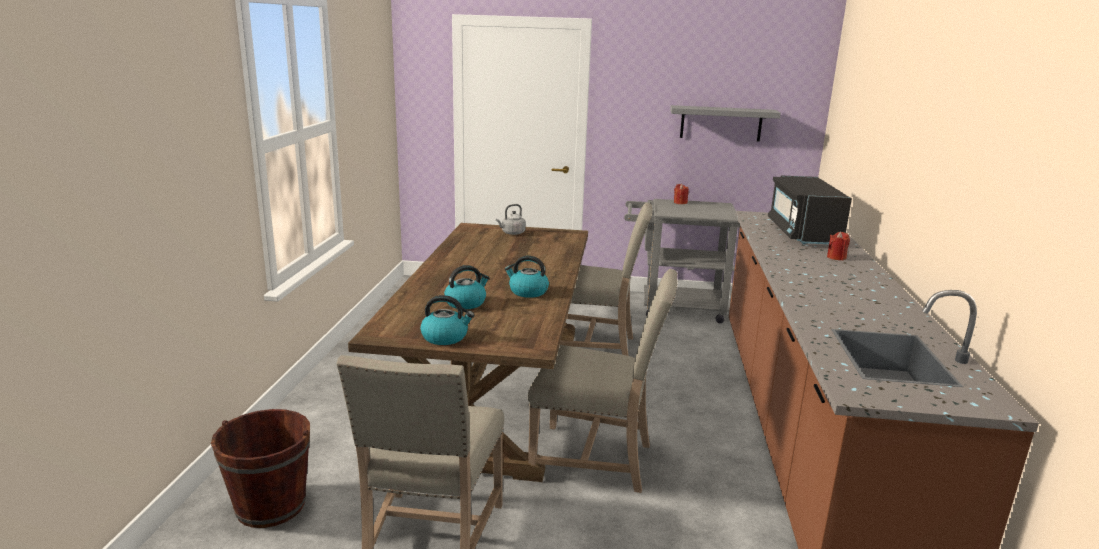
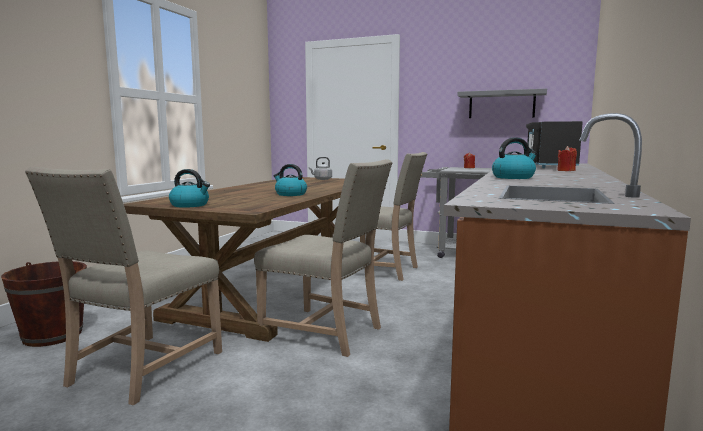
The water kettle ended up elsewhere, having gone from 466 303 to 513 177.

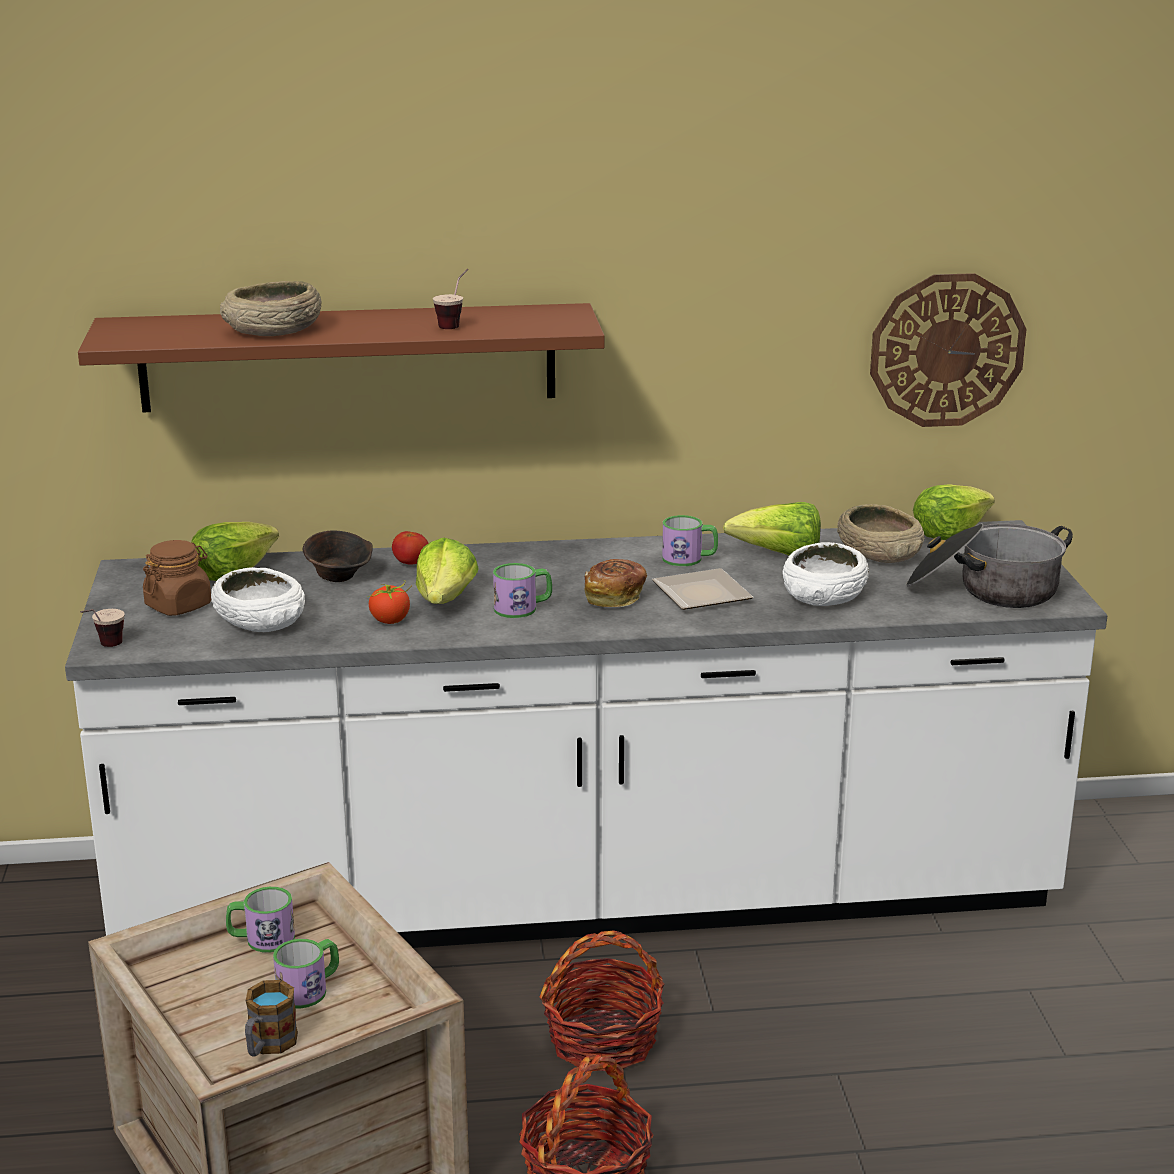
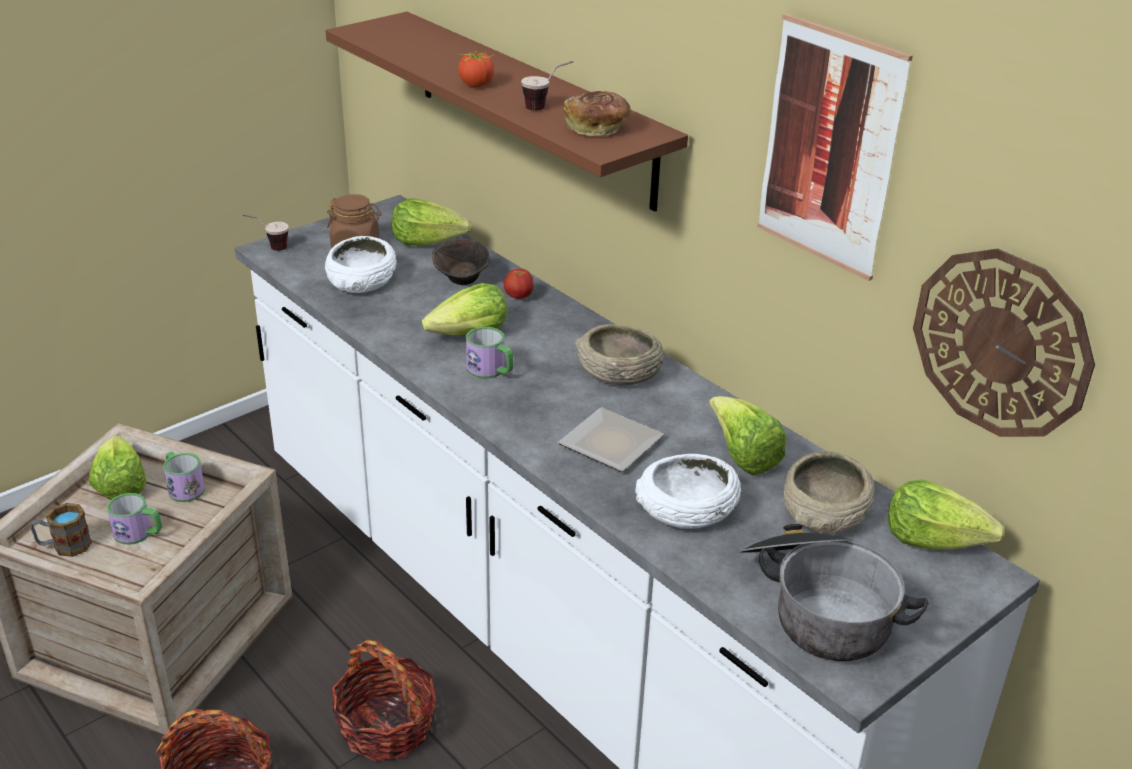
The second view gained the lettuce at 120 485. The whole tomato ended up elsewhere, having gone from 390 620 to 477 84. The baked bread ended up elsewhere, having gone from 615 598 to 597 128. The beige deep dish ended up elsewhere, having gone from 274 330 to 618 372. The second view gained the picture at 829 148. The second view lost the coffee mug at 689 559.

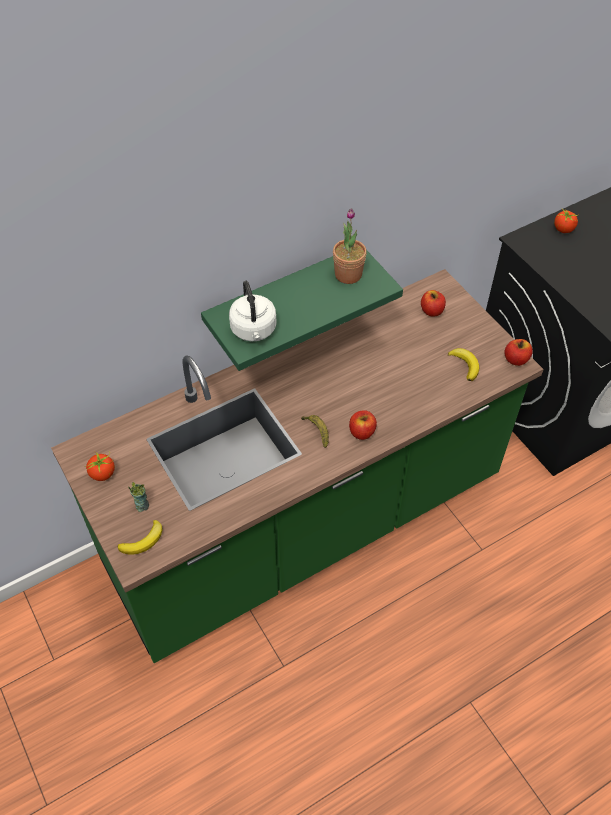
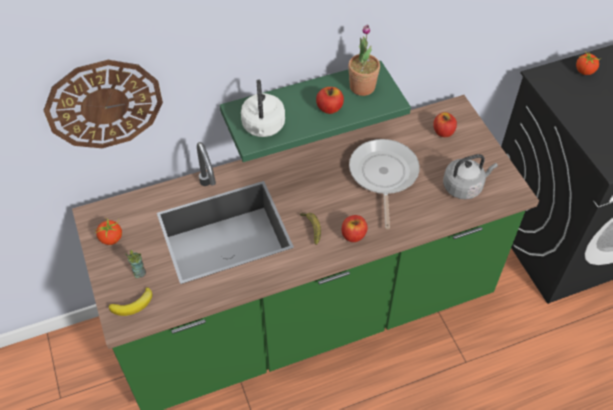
The second view gained the hanging clock at 104 104. The apple ended up elsewhere, having gone from 516 359 to 329 108. The second view gained the pan at 383 175. Where the banana stood at 465 365, the gray water kettle came to stand at 464 186.

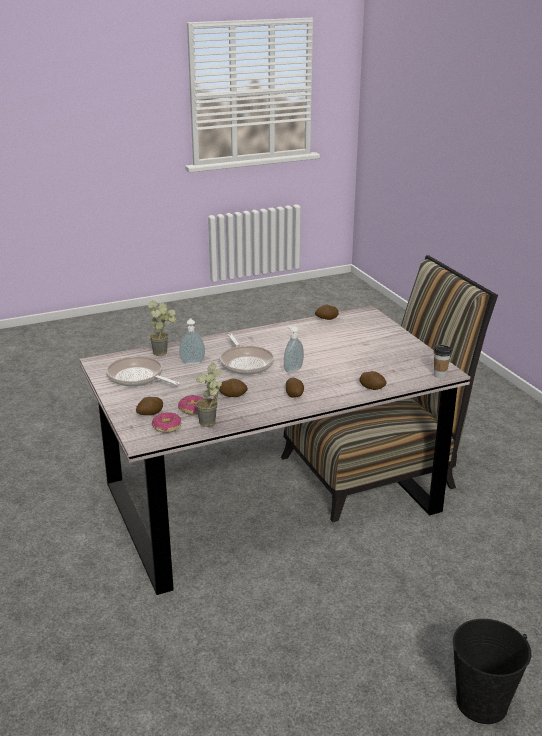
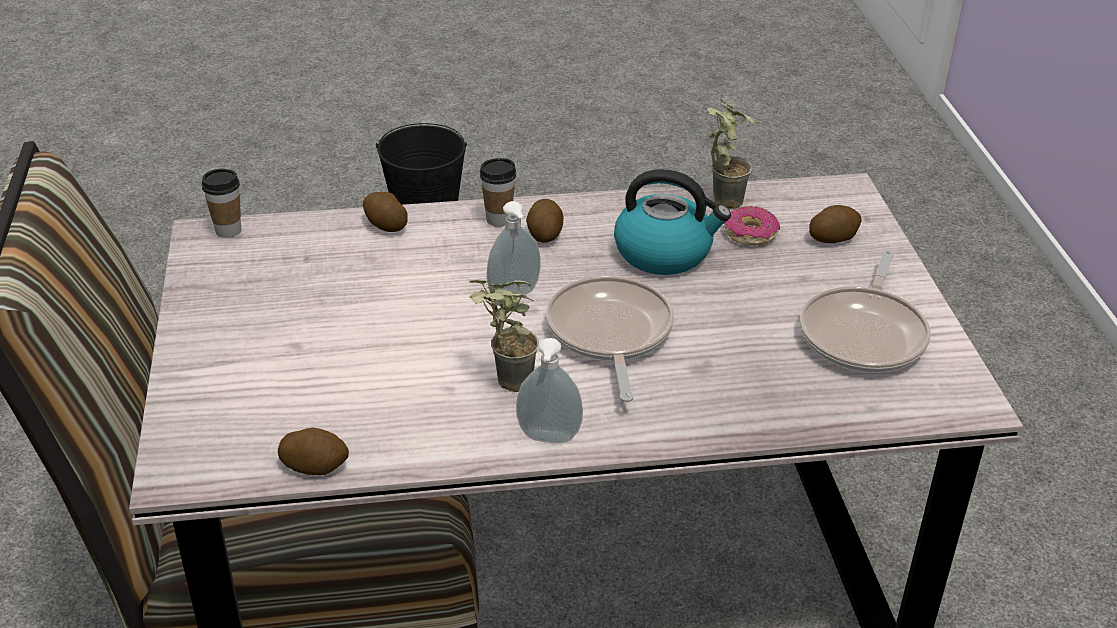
The potted plant ended up elsewhere, having gone from 164 352 to 504 383. The second view gained the cup at 498 219. The soap dispenser ended up elsewhere, having gone from 192 362 to 548 439. Where the potato stood at 233 395, the water kettle came to stand at 664 253. The pan at 138 377 ended up facing another way, 60 degrees clockwise from before. The second view lost the ring doughnut at 167 427.

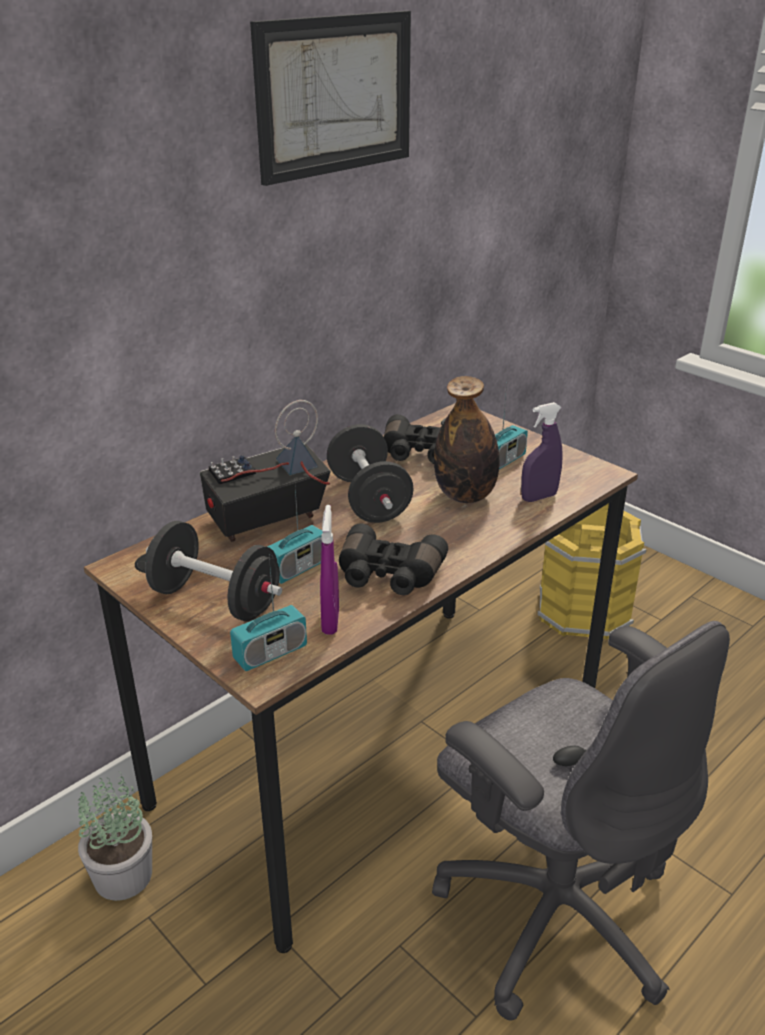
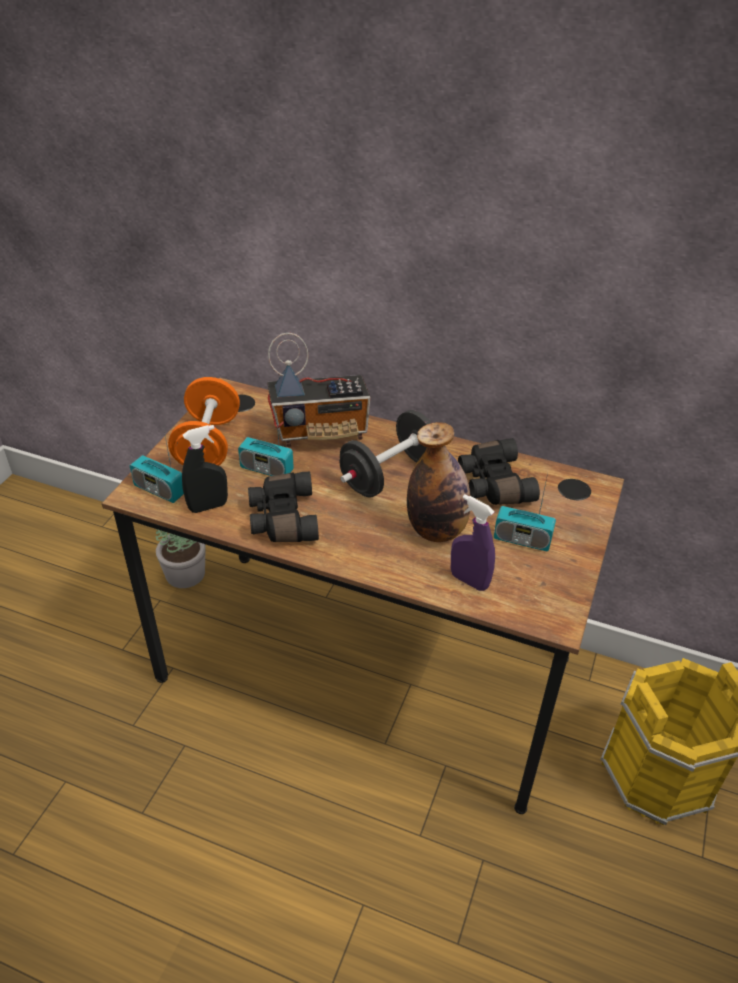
What was the blackish free weight at 215 600 turned into the orange-coloured free weight at 208 445. What was the purple sprayer at 330 621 turned into the blackish sprayer at 208 506. The radio at 265 521 ended up facing another way, 135 degrees clockwise from before. The second view lost the picture at 335 95. The second view lost the gray computer chair at 553 911.

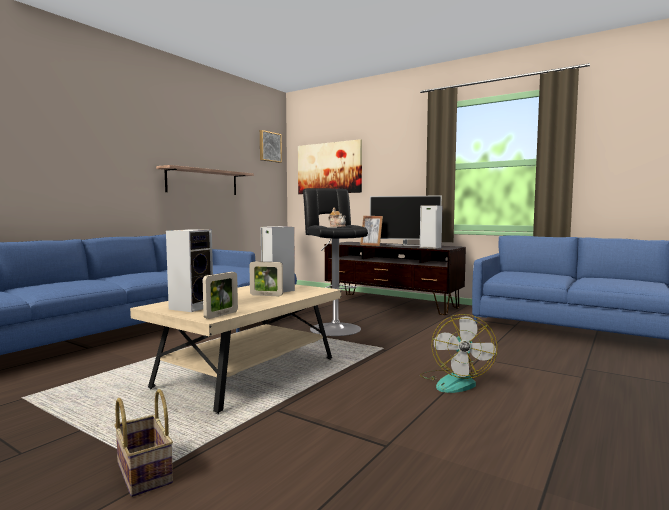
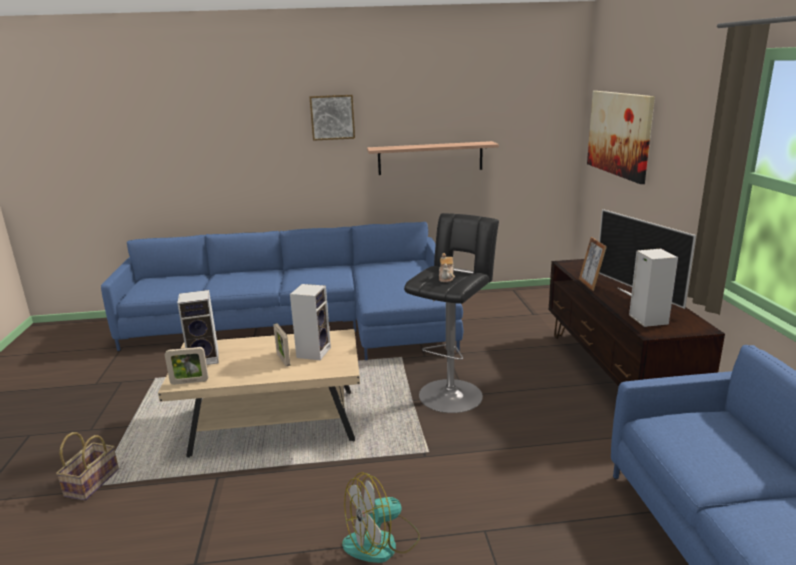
The picture ended up elsewhere, having gone from 269 147 to 332 117.

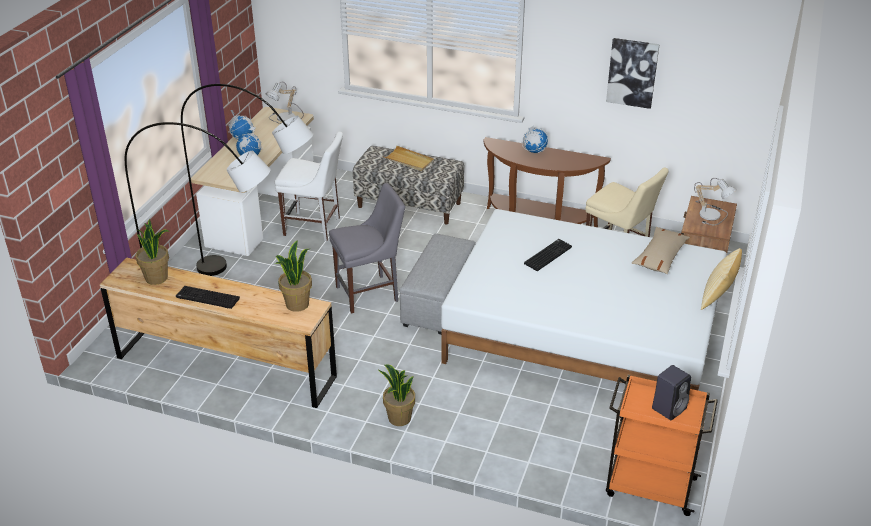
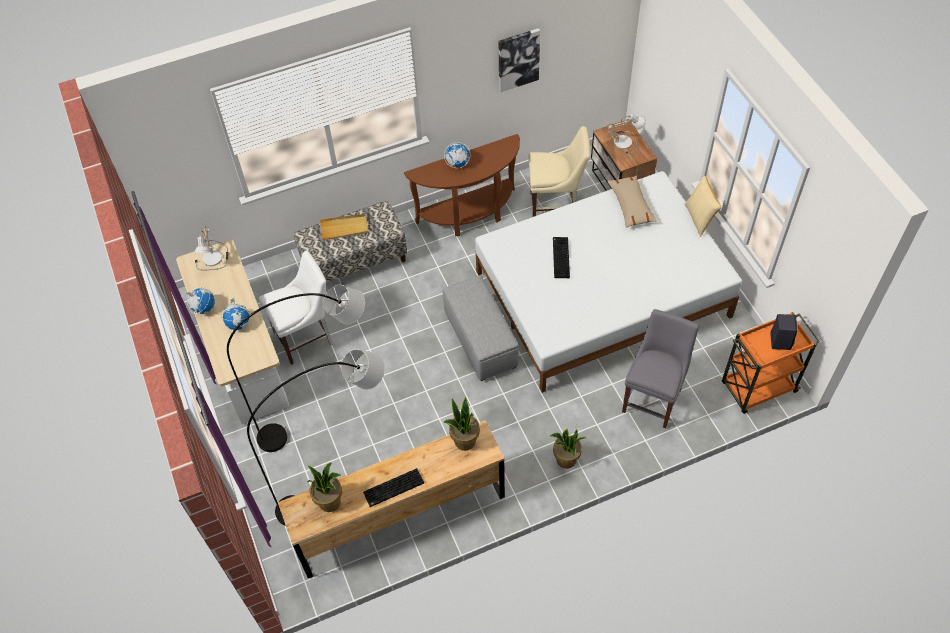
The gray chair ended up elsewhere, having gone from 370 293 to 653 398.

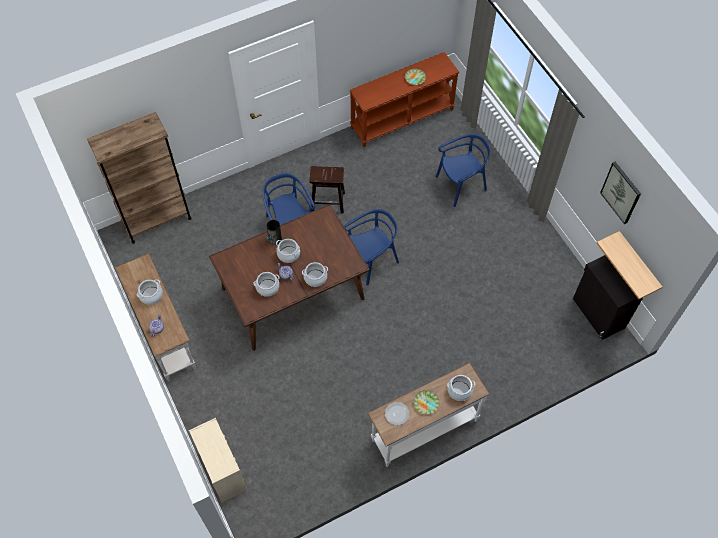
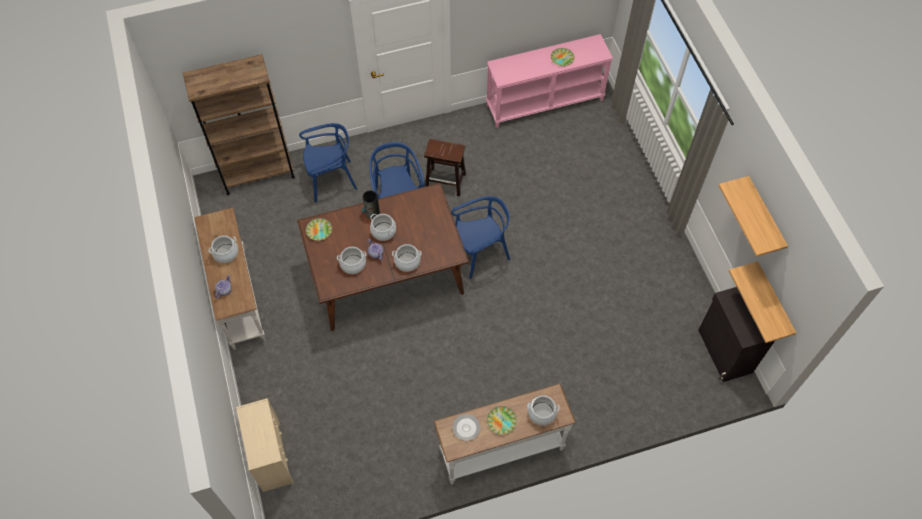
The blue chair ended up elsewhere, having gone from 461 185 to 331 179. The second view gained the dinner plate at 319 230. What was the brownish narrow table at 402 118 turned into the pink narrow table at 545 102. Where the picture hung at 621 192, the shelf came to hang at 764 217.

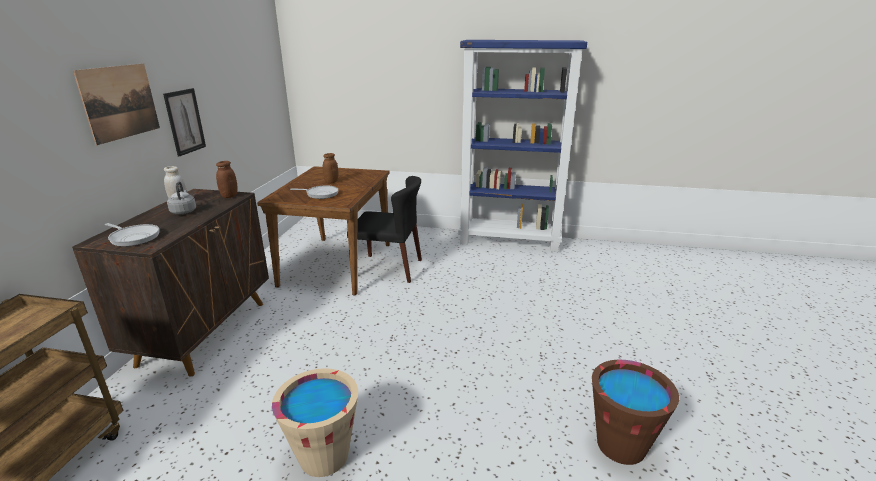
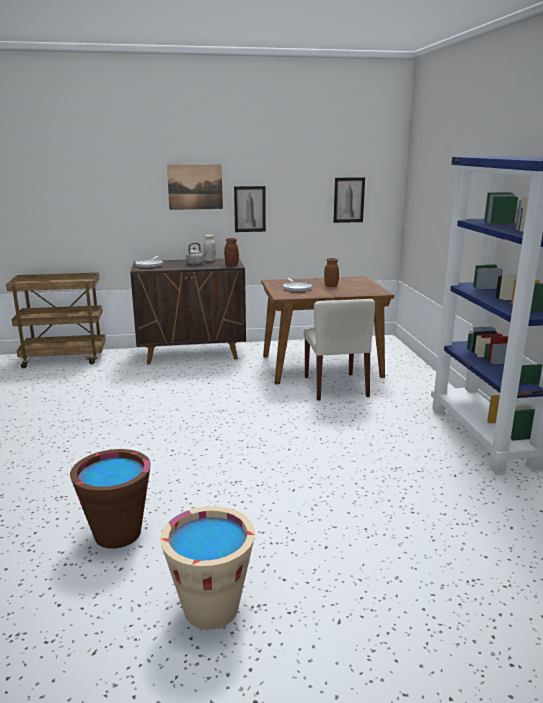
The beige water bucket ended up elsewhere, having gone from 324 456 to 211 608. What was the blackish chair at 389 268 turned into the beige chair at 336 387. The second view gained the picture at 349 200.

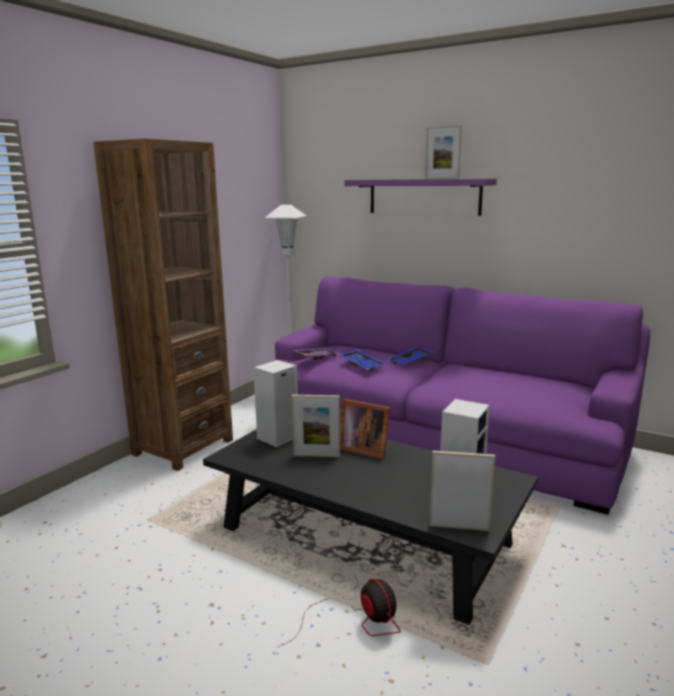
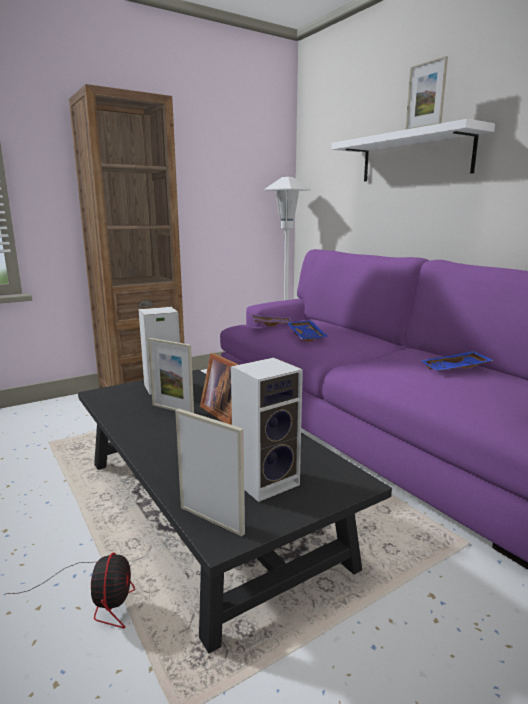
What was the purple shelf at 424 196 turned into the white-coloured shelf at 414 157. The blue tray ended up elsewhere, having gone from 411 361 to 455 369.

